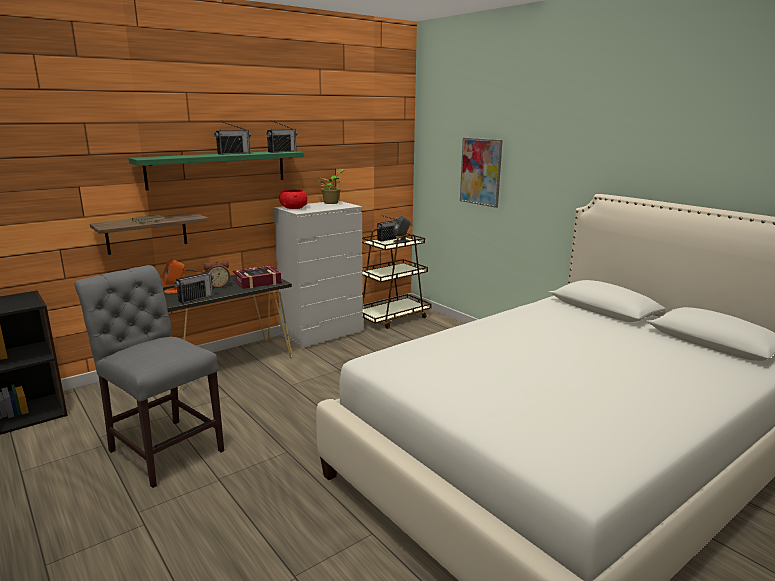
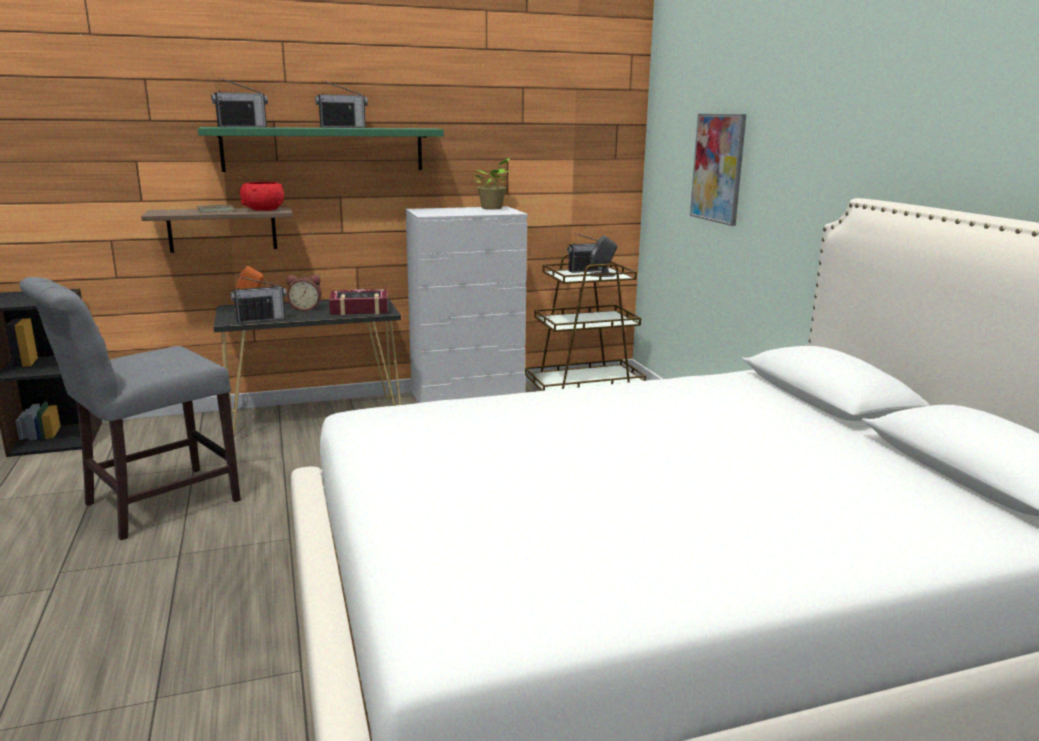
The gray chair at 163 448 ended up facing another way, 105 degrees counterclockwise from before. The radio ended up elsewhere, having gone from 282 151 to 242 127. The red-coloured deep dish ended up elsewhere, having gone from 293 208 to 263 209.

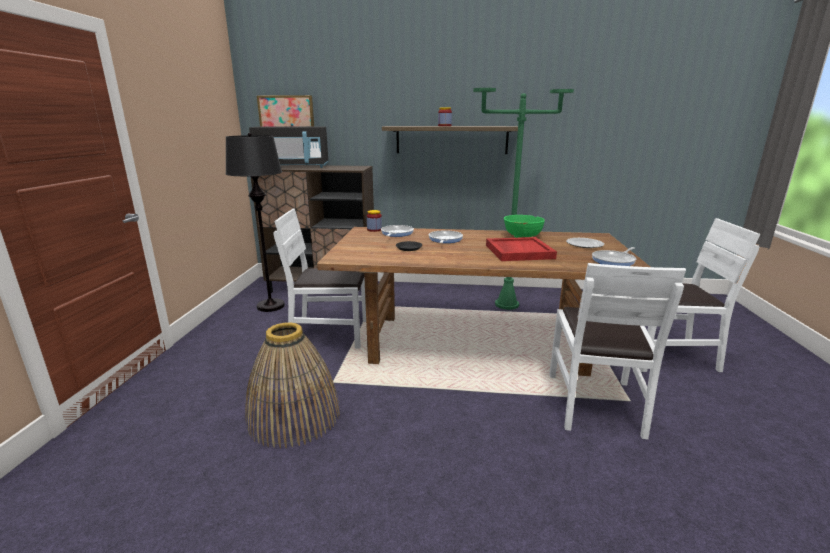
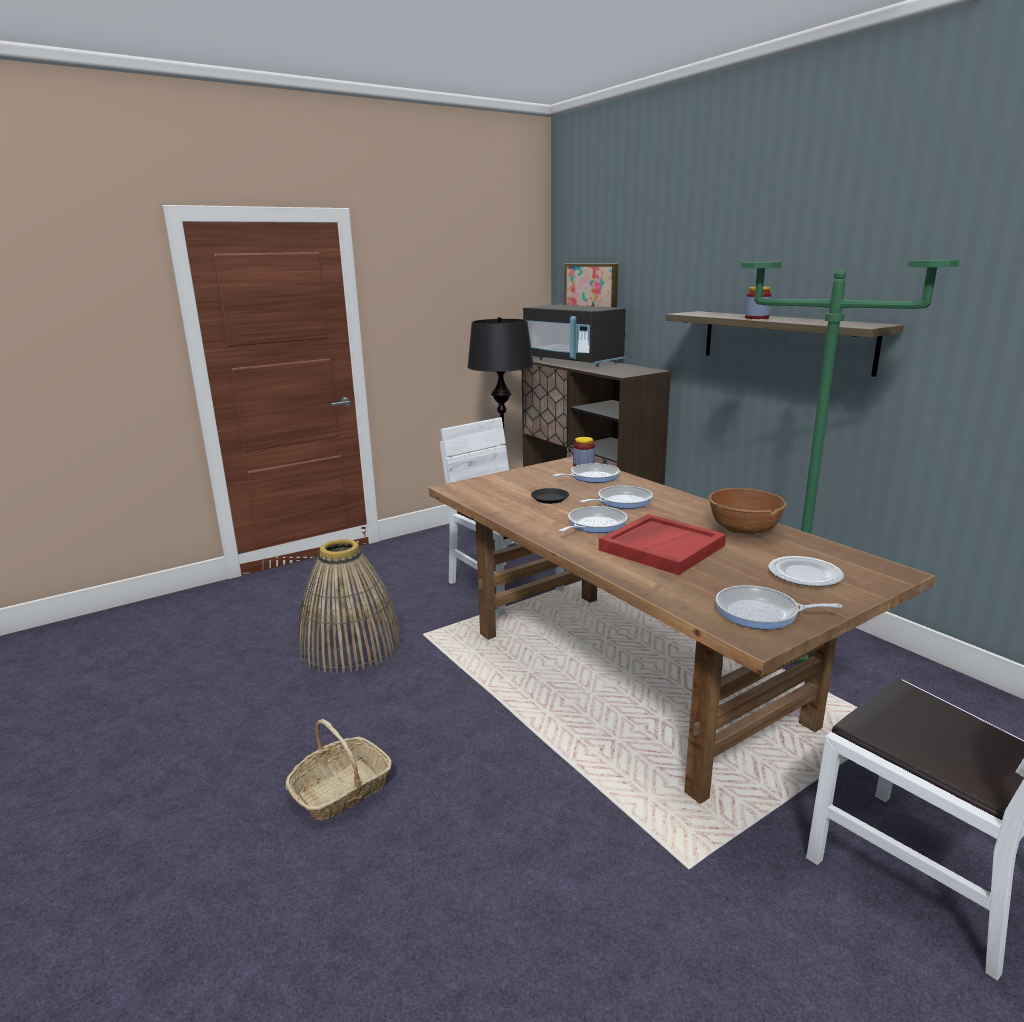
The second view gained the basket at 341 790. The second view gained the pan at 594 525. What was the green-coloured deep dish at 522 236 turned into the brownish deep dish at 744 530. The second view lost the white-coloured chair at 595 403.

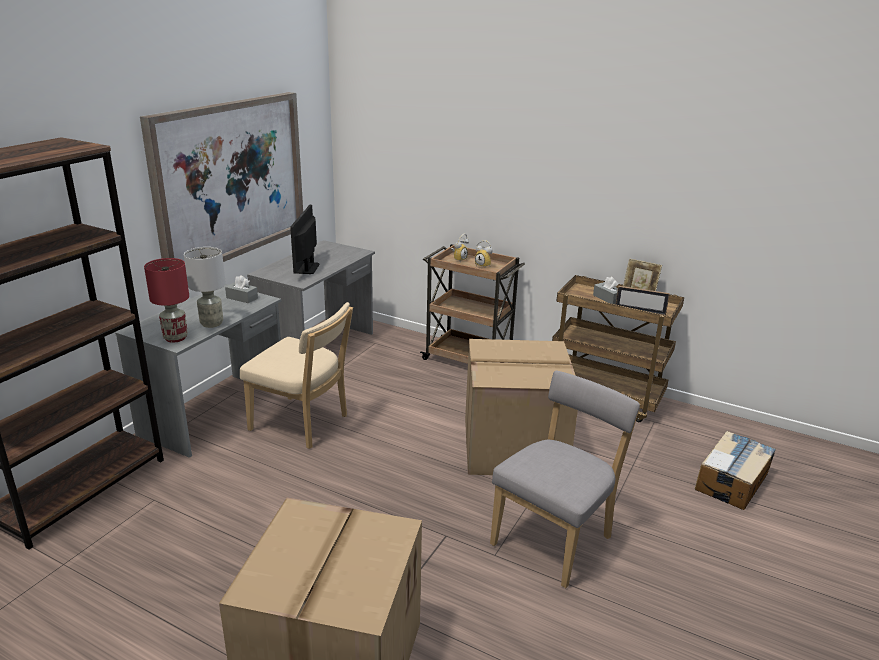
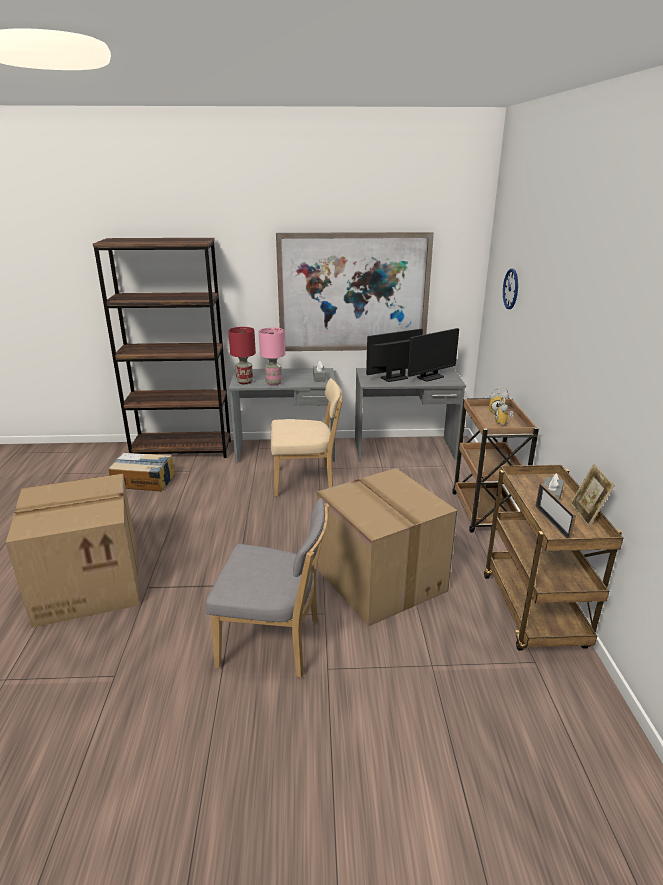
The packing box ended up elsewhere, having gone from 732 481 to 144 481. What was the gray tabletop lamp at 212 323 turned into the pink tabletop lamp at 274 383. The beige chair at 303 424 ended up facing another way, 90 degrees counterclockwise from before. The second view gained the monitor at 430 377. The second view gained the hanging clock at 511 289.

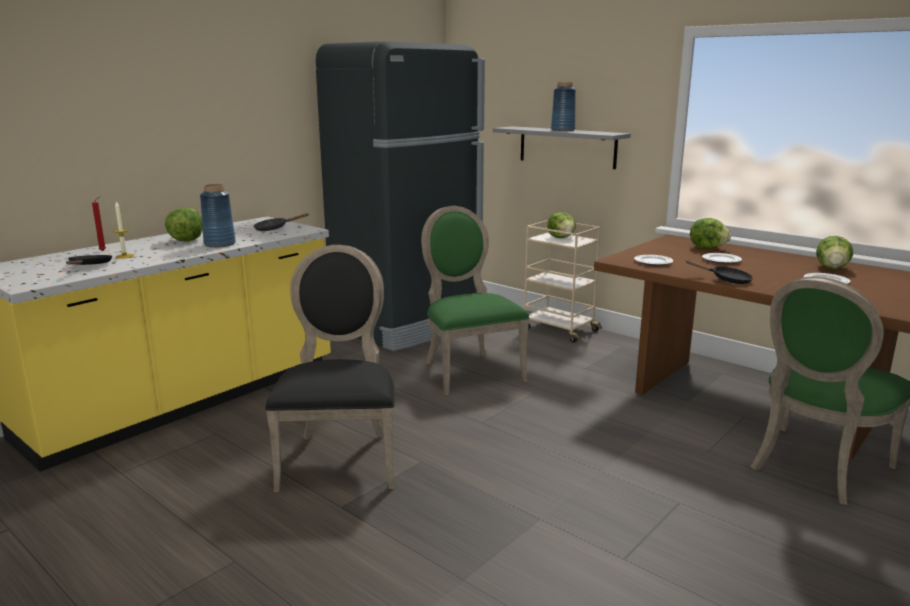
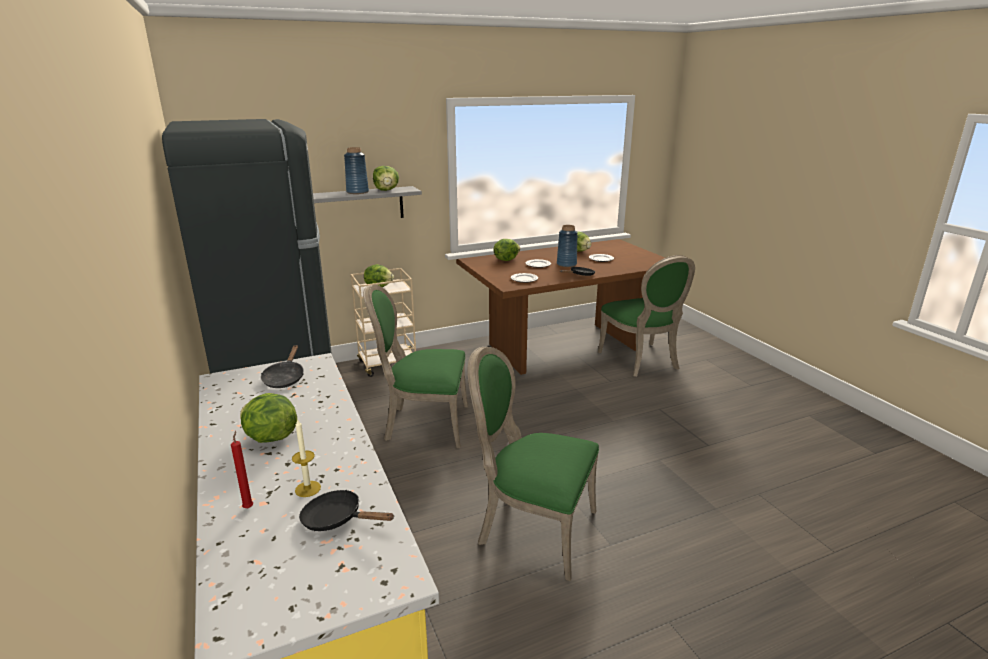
The second view gained the lettuce at 386 190. What was the blackish chair at 340 458 turned into the green-coloured chair at 532 529. The blue decorative vase ended up elsewhere, having gone from 219 244 to 566 264.

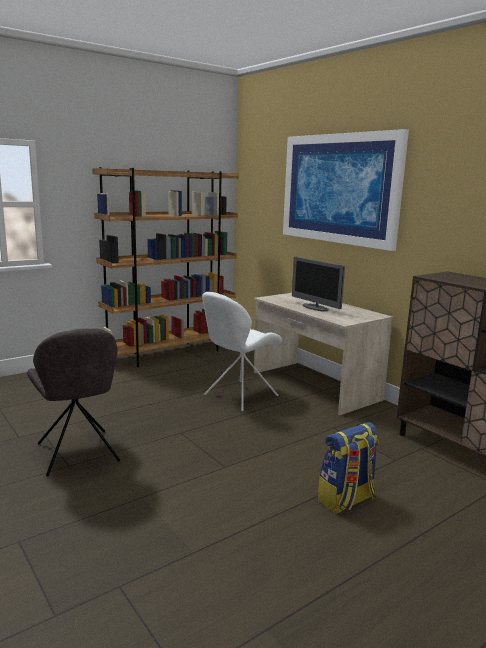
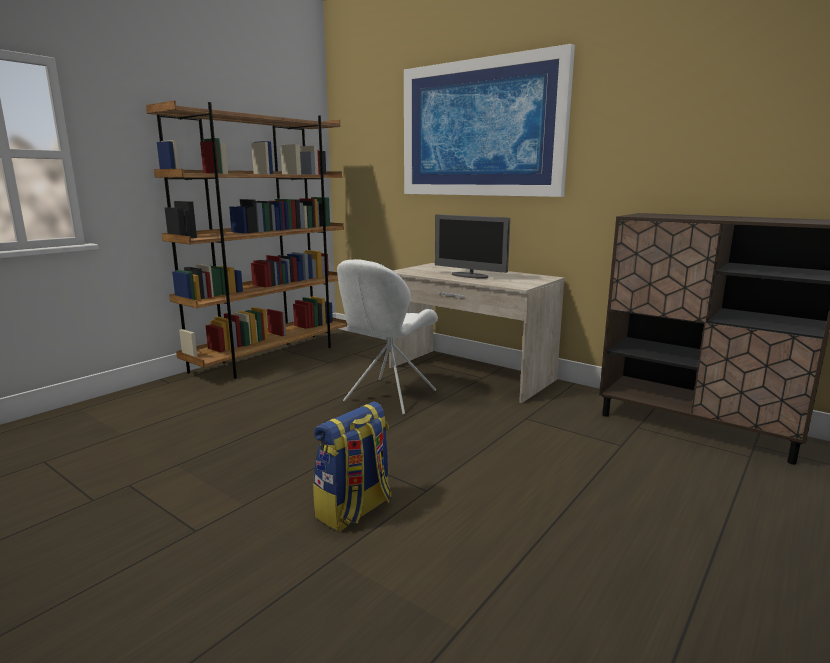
The backpack ended up elsewhere, having gone from 346 500 to 354 510. The second view lost the gray chair at 78 454.

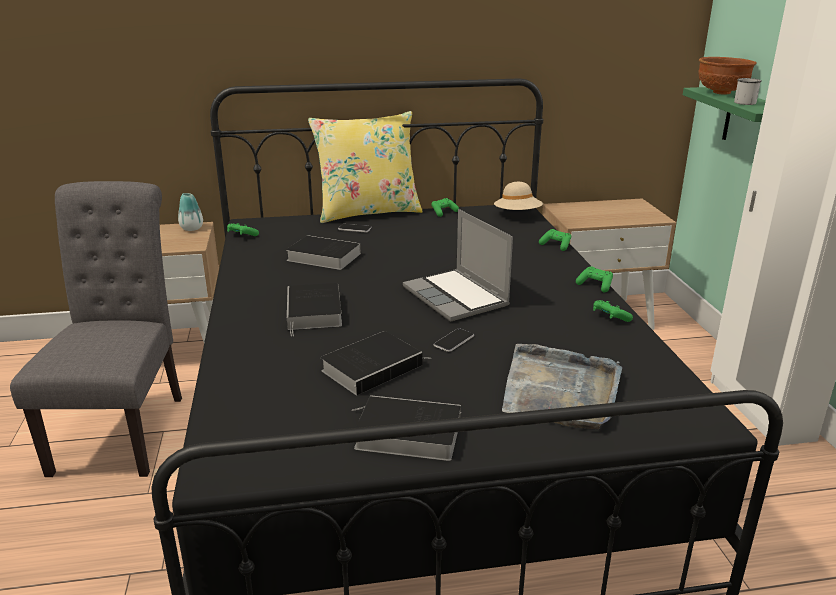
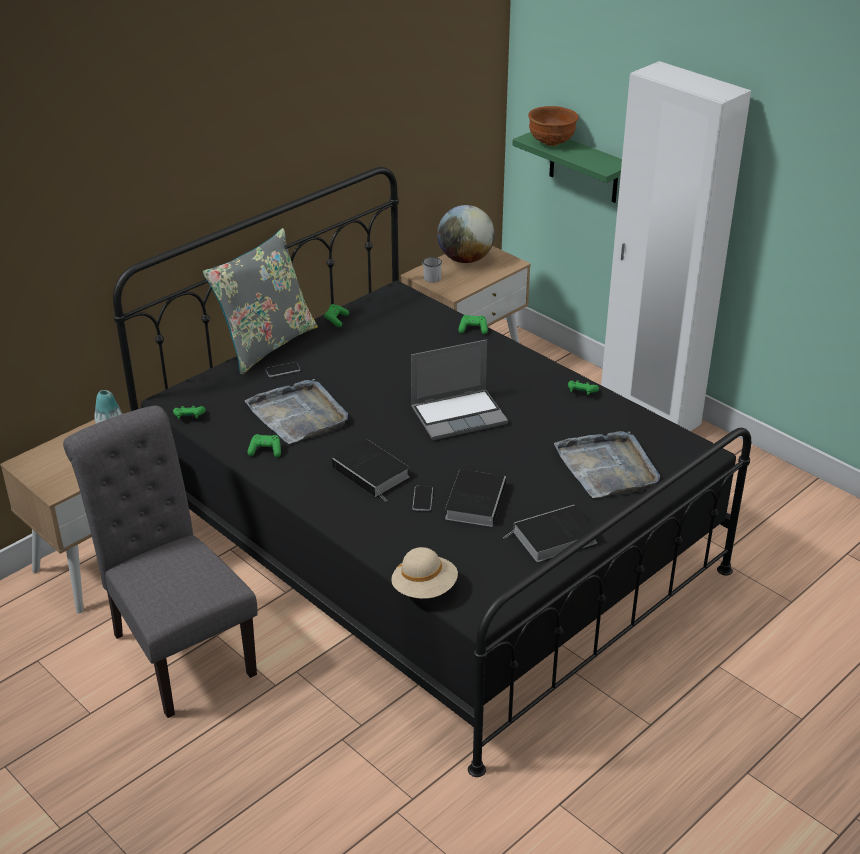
What was the yellow pillow at 368 212 turned into the gray pillow at 266 344. Where the book stood at 321 257, the gray tray came to stand at 299 415. The green-coloured gamepad ended up elsewhere, having gone from 595 285 to 265 451. The beige wearable hat ended up elsewhere, having gone from 517 215 to 424 588. The notebook computer at 457 297 ended up facing another way, 45 degrees counterclockwise from before. The handset ended up elsewhere, having gone from 454 341 to 422 499. The white-coloured coffee mug ended up elsewhere, having gone from 743 102 to 430 277. The second view gained the desk globe at 465 259.

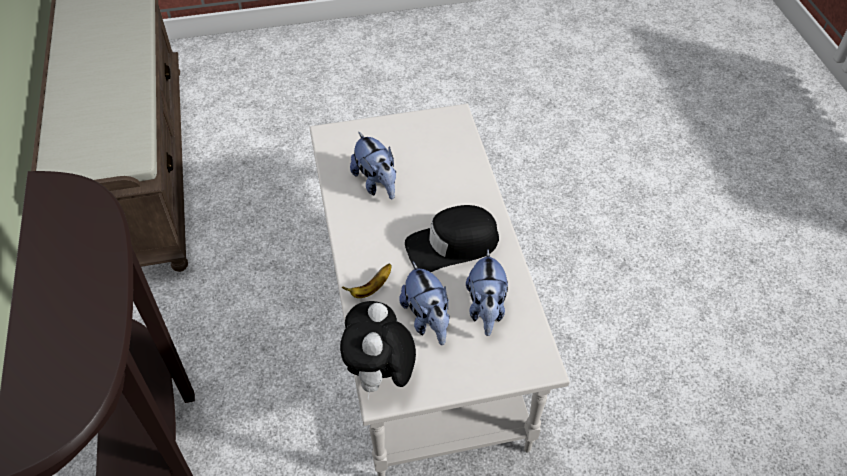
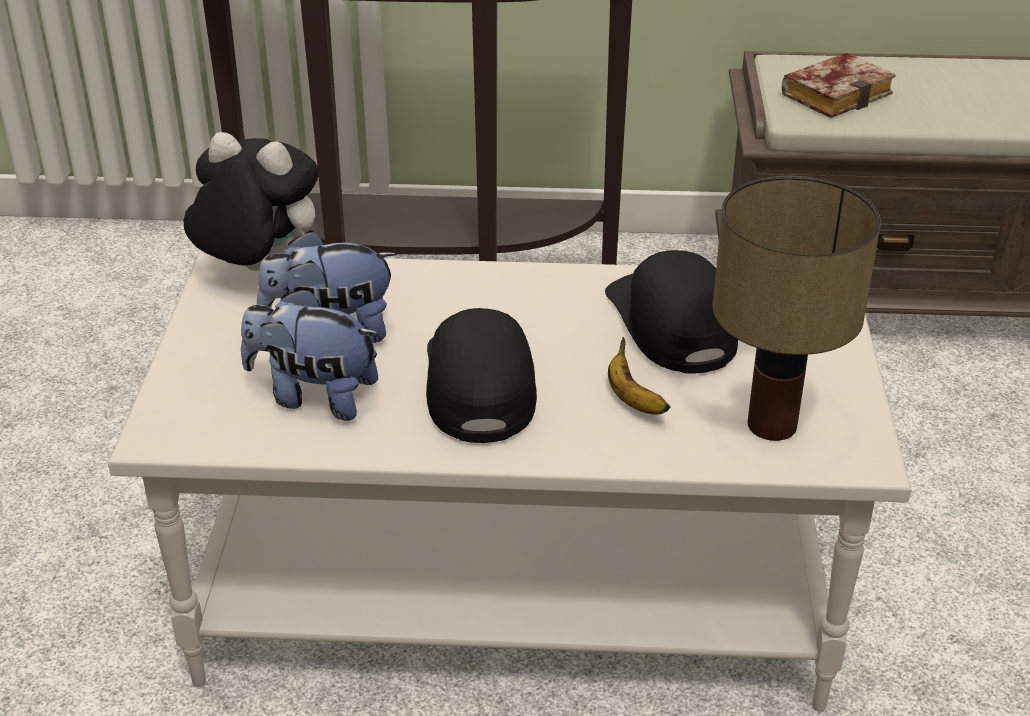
Where the plush toy stood at 376 183, the blackish peaked cap came to stand at 672 323. The banana ended up elsewhere, having gone from 371 288 to 632 400. The second view gained the tabletop lamp at 774 427. The second view gained the book at 837 93.

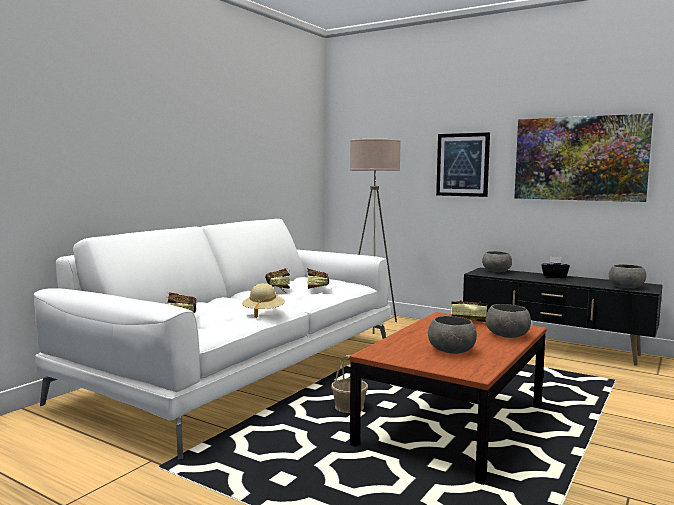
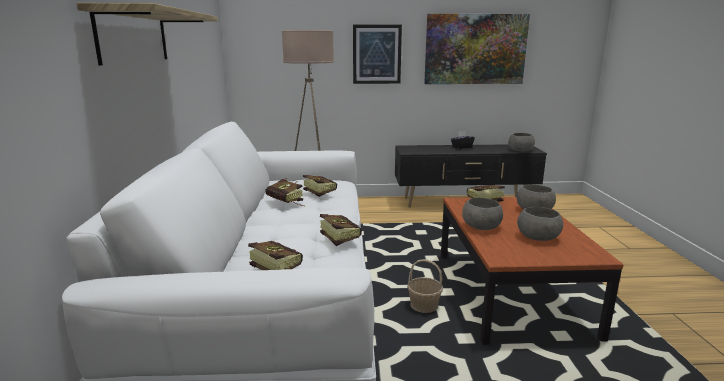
The second view gained the shelf at 134 36. Where the beige wearable hat stood at 263 312, the book came to stand at 337 238. The gray deep dish ended up elsewhere, having gone from 496 271 to 481 226.

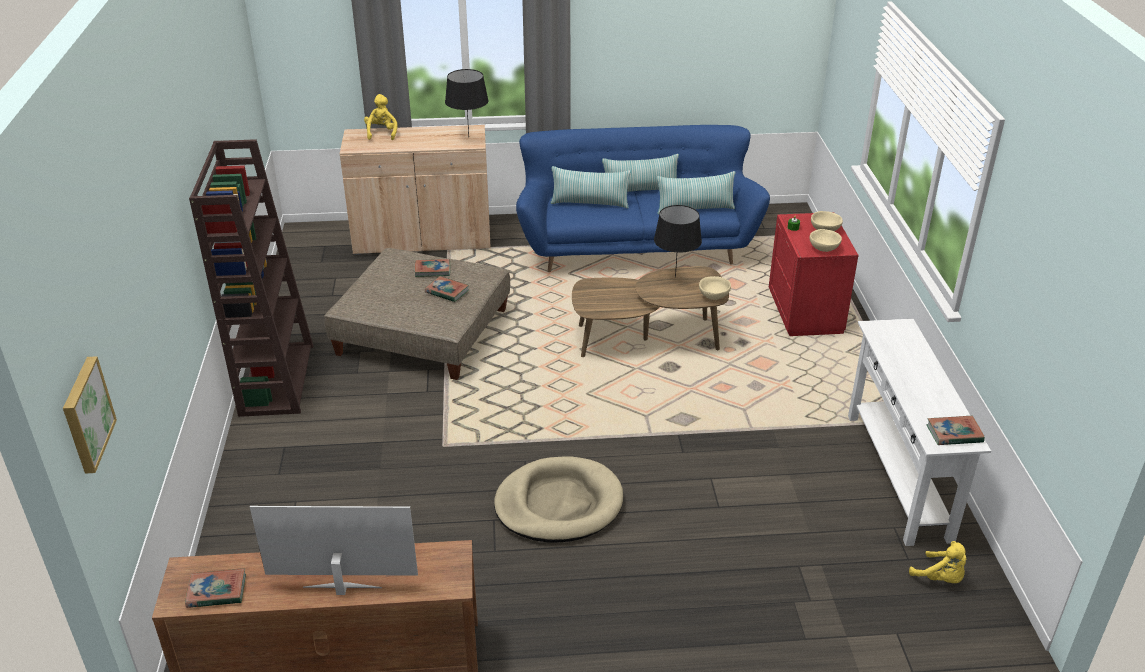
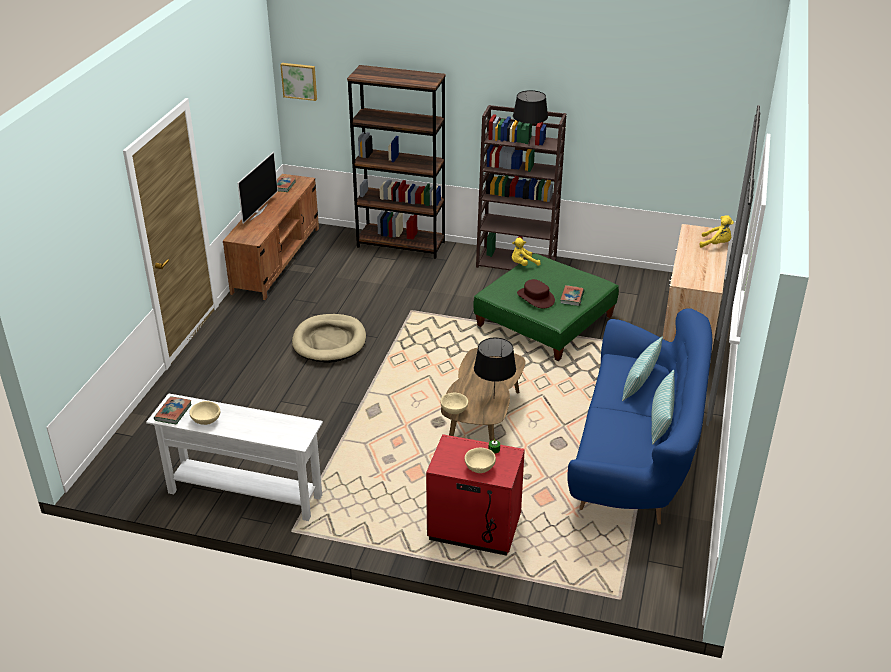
The beige deep dish ended up elsewhere, having gone from 824 248 to 206 420. The second view gained the brownish shelving unit at 401 244. What was the beige ottoman at 423 332 turned into the green-coloured ottoman at 544 321. The yellow plush toy ended up elsewhere, having gone from 940 578 to 523 264. The blackish tabletop lamp ended up elsewhere, having gone from 468 137 to 529 145. Where the book stood at 447 291, the brownish wearable hat came to stand at 536 298. The second view lost the pillow at 695 209.

